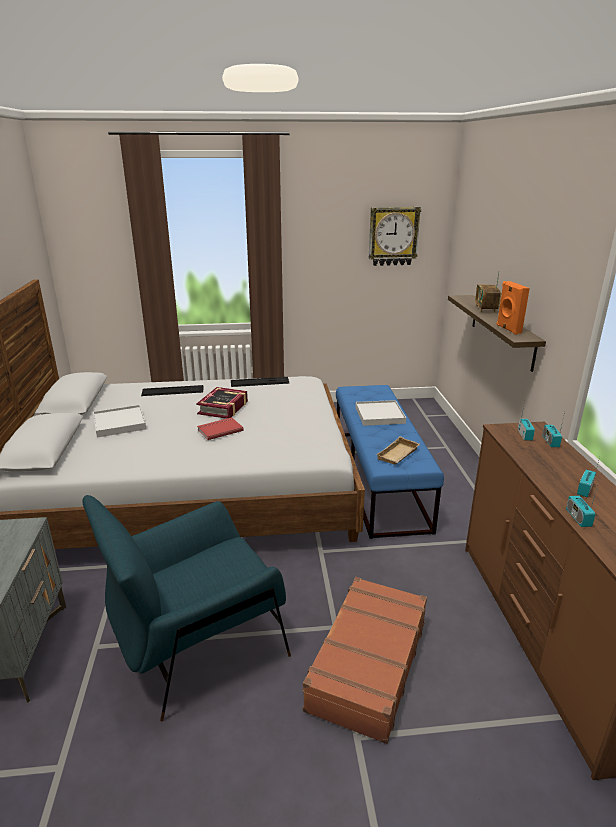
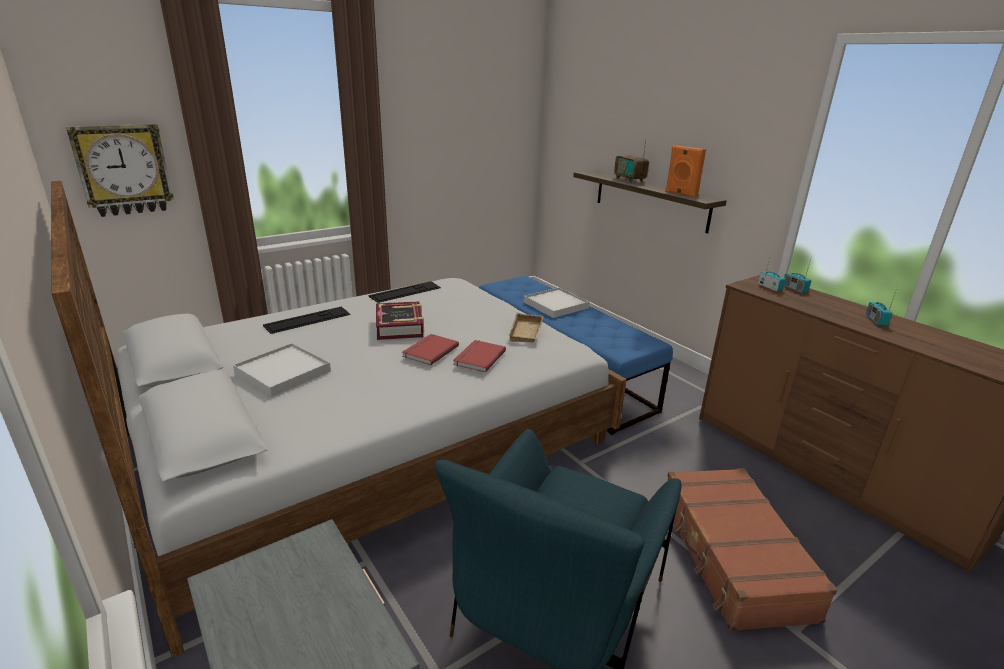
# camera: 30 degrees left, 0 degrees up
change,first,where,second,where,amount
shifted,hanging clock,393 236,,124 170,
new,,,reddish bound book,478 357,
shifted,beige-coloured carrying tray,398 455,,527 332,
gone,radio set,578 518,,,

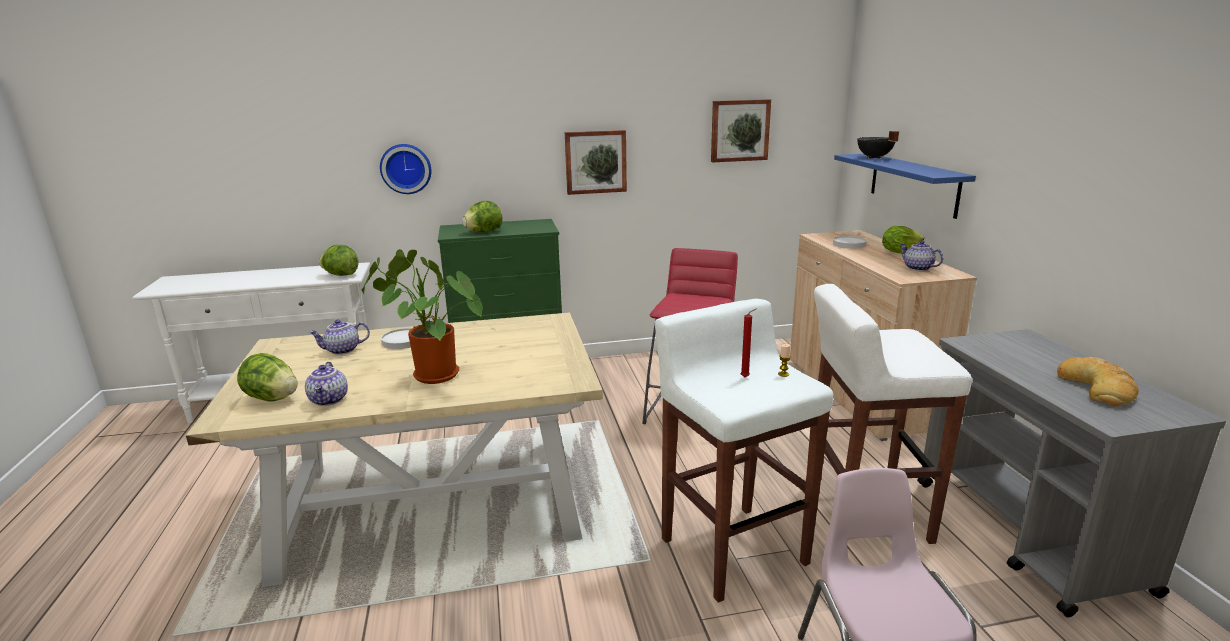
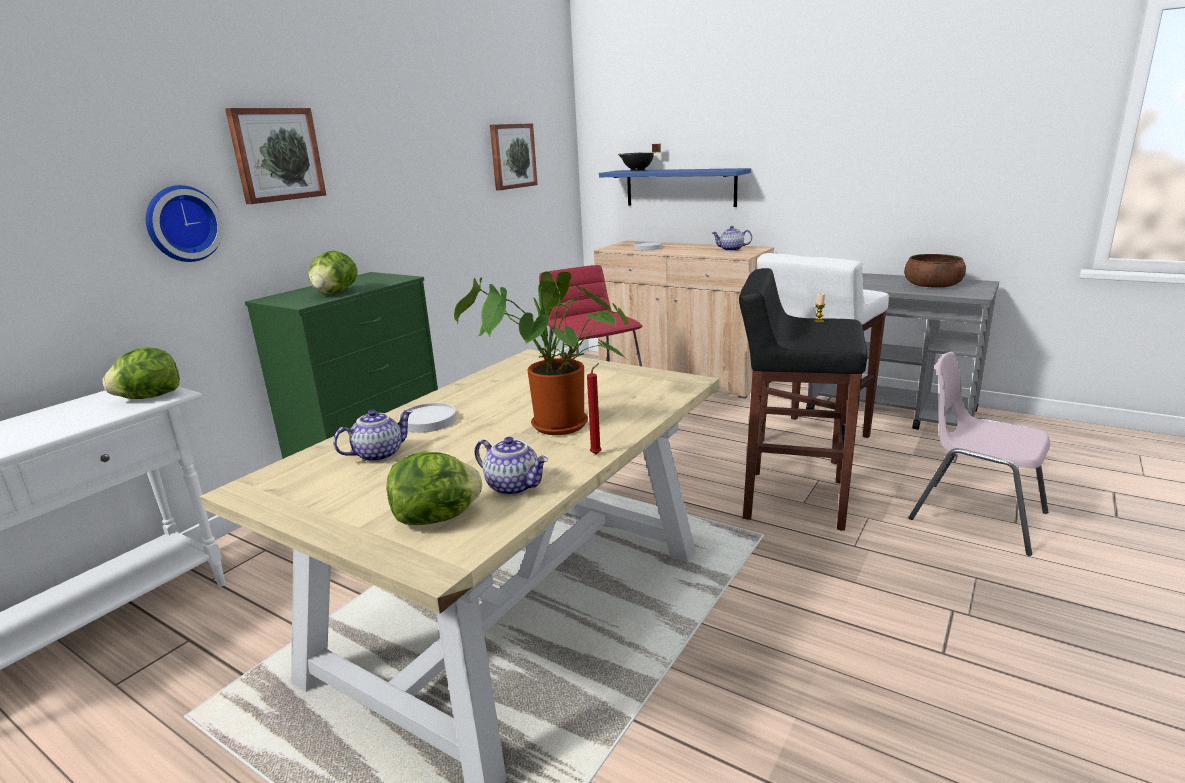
# camera: 45 degrees left, 0 degrees up
change,first,where,second,where,amount
shifted,picture,595 162,,276 155,
rotated,pot for tea,342 351,,378 454,150 degrees counterclockwise
shifted,reddish candle,746 377,,597 453,
repainted,whitish sitting stool,732 550,blackish sitting stool,792 499,
swapped,baked bread,1097 387,brown-coloured serving bowl,932 284,
gone,lettuce,899 252,,,

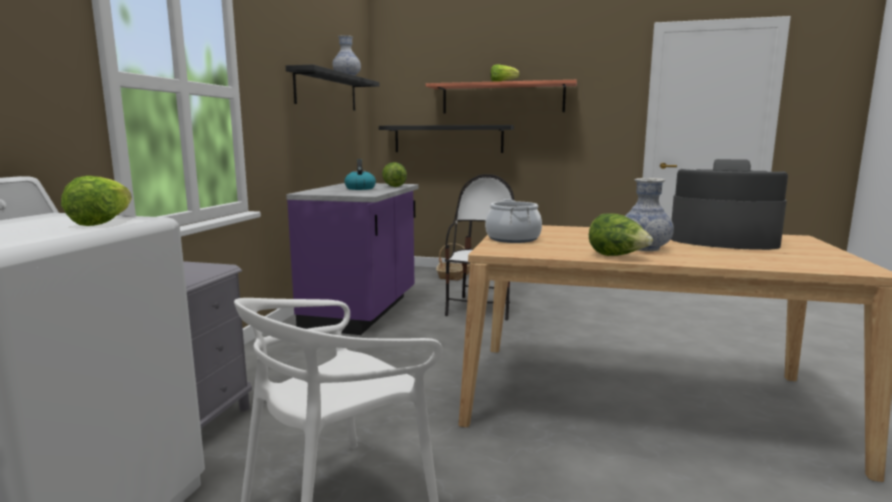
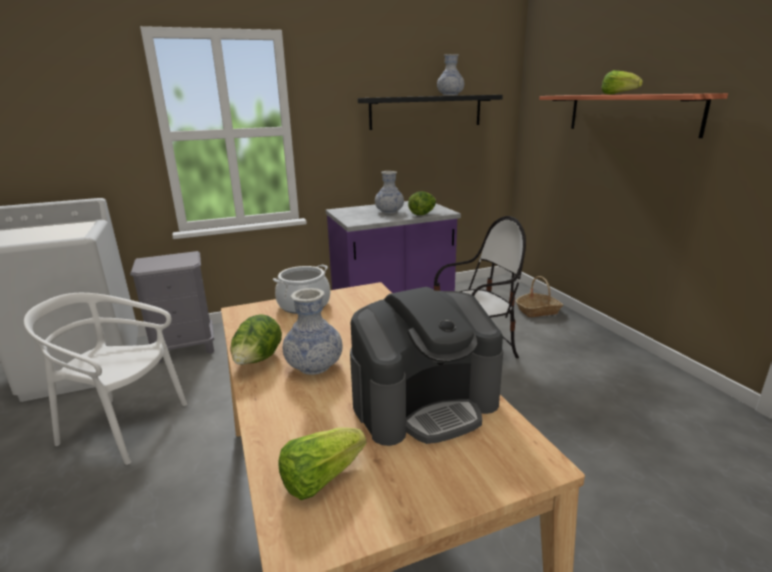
# camera: 55 degrees right, 10 degrees up
change,first,where,second,where,amount
shifted,lettuce,102 222,,321 478,
rotated,coffee brewer,722 240,,425 403,75 degrees clockwise
swapped,kettle,360 188,vase,389 212,
gone,blackish shelf,448 139,,,

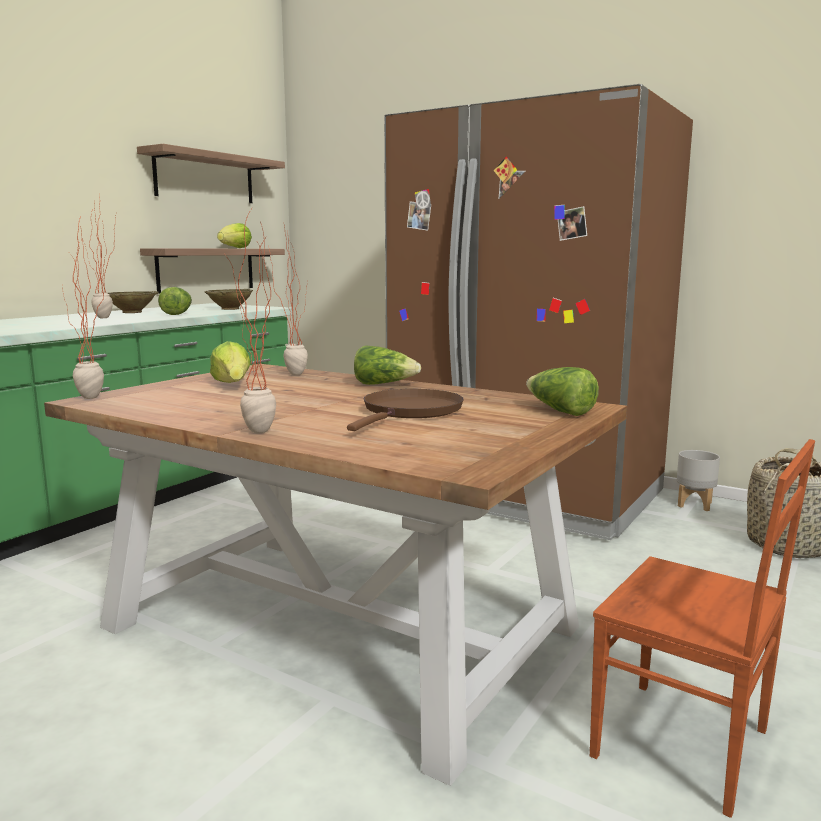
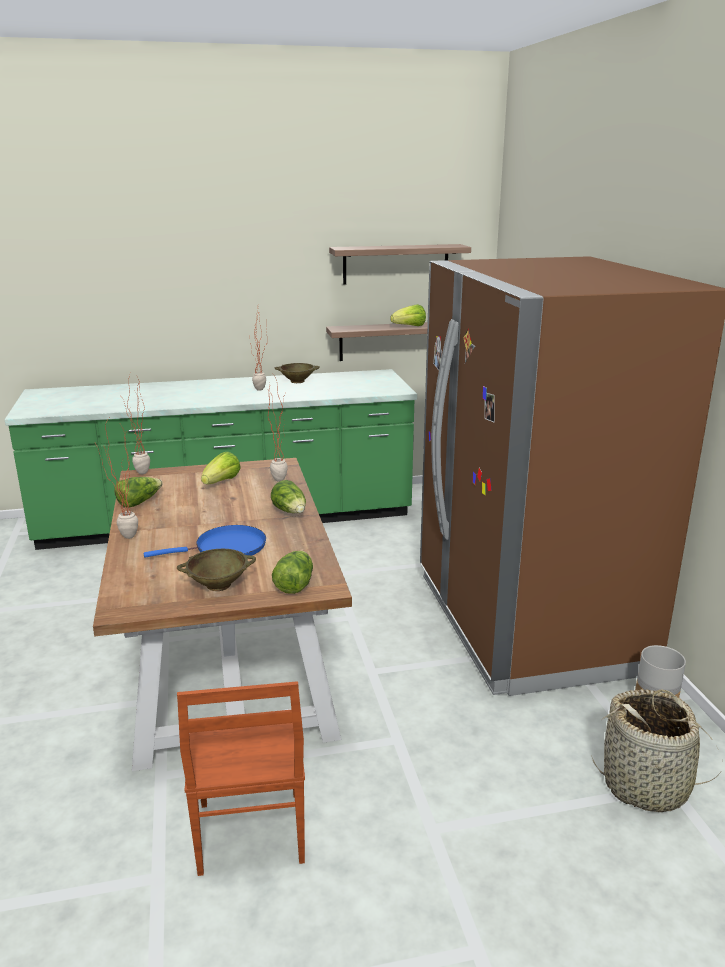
# camera: 45 degrees right, 10 degrees up
change,first,where,second,where,amount
shifted,lettuce,177 313,,139 502,
repainted,brown-coloured frying pan,410 412,bluish frying pan,226 548,
shifted,beige-coloured serving bowl,230 309,,218 585,

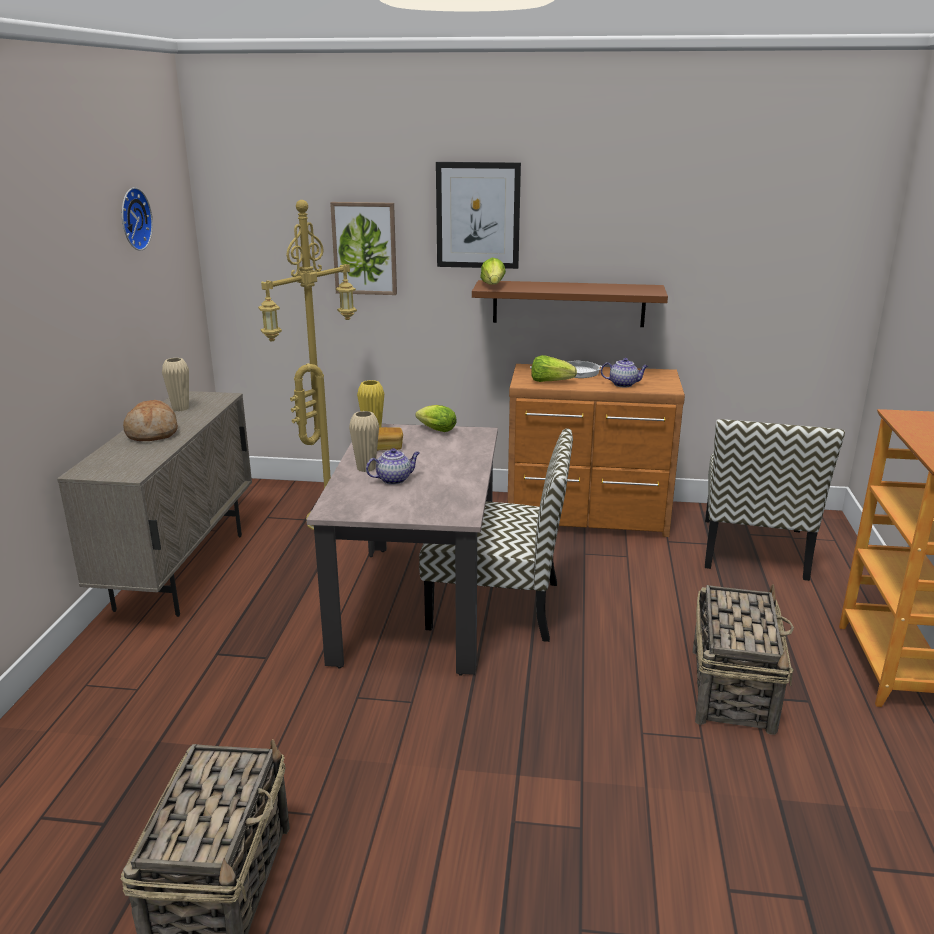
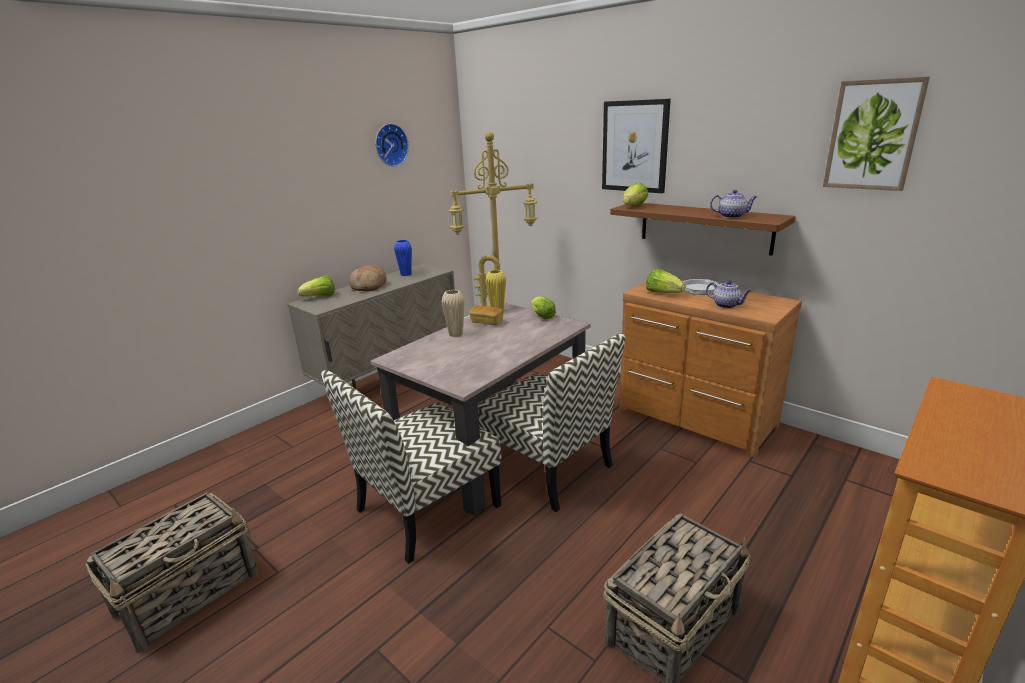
# camera: 35 degrees right, 0 degrees up
change,first,where,second,where,amount
new,,,lettuce,320 297,
shifted,plain chair,754 549,,426 509,
repainted,beige-coloured vase,180 408,bluish vase,406 274,
shifted,pot for tea,394 479,,732 216,
shifted,picture,365 248,,872 135,

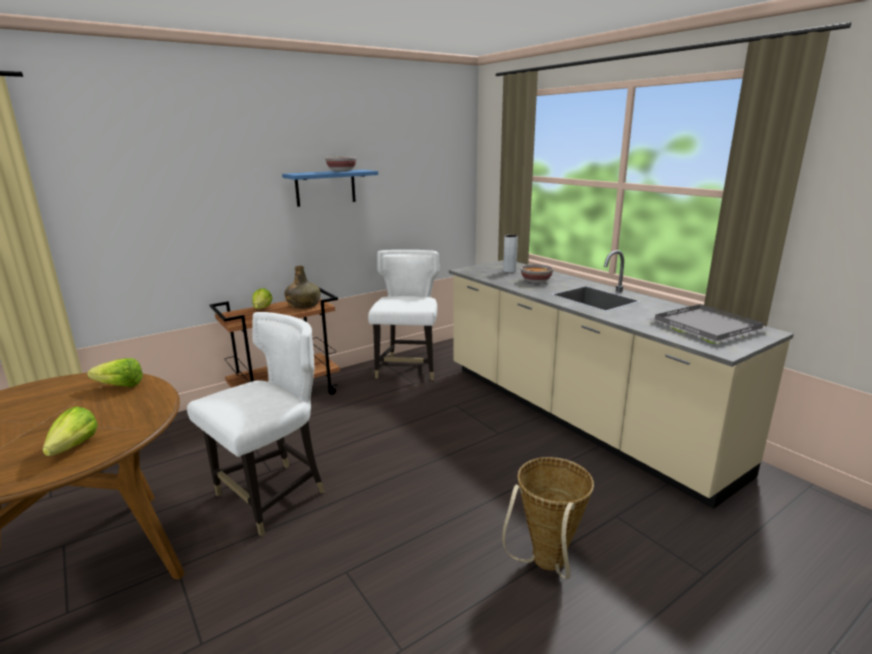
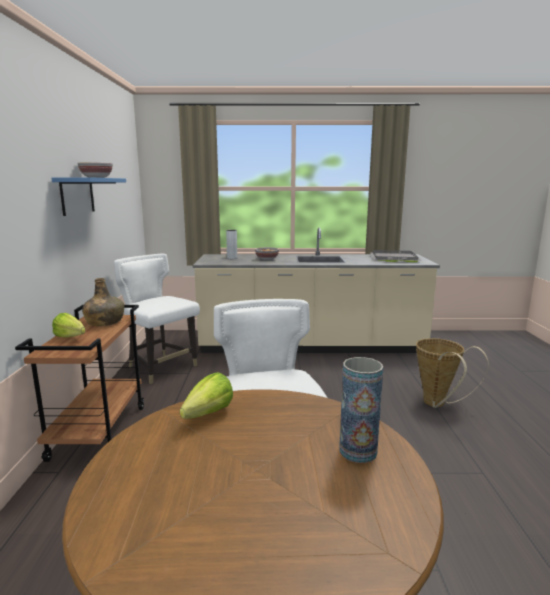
# camera: 55 degrees left, 5 degrees down
change,first,where,second,where,amount
swapped,lettuce,69 450,vase,358 451,

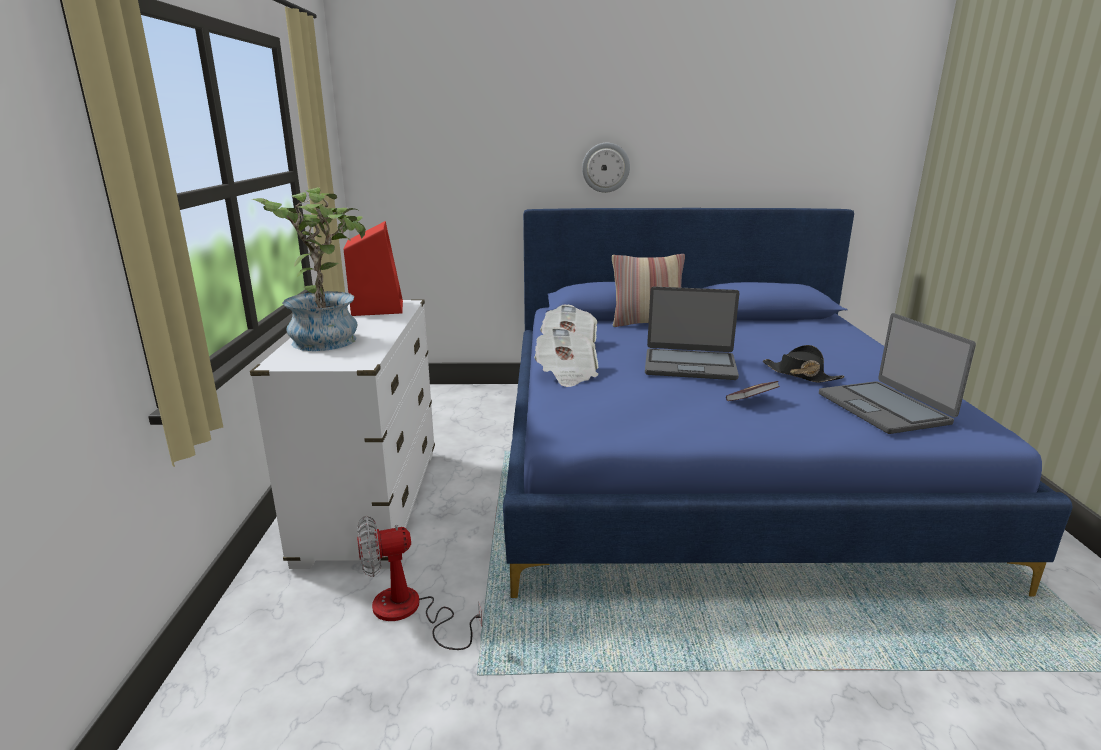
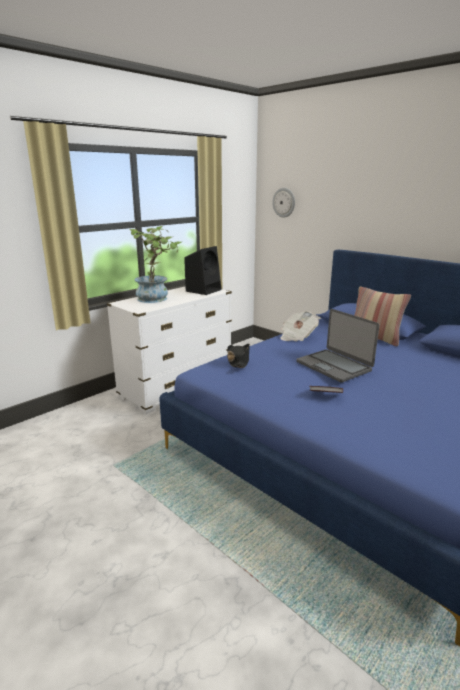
# camera: 45 degrees right, 0 degrees up
change,first,where,second,where,amount
repainted,reddish loudspeaker,377 307,blackish loudspeaker,204 290,
shifted,blackish hat,800 374,,238 361,
shifted,hanging clock,605 167,,284 202,
gone,electric fan,409 612,,,
gone,daily paper,566 374,,,
gone,laptop,884 408,,,

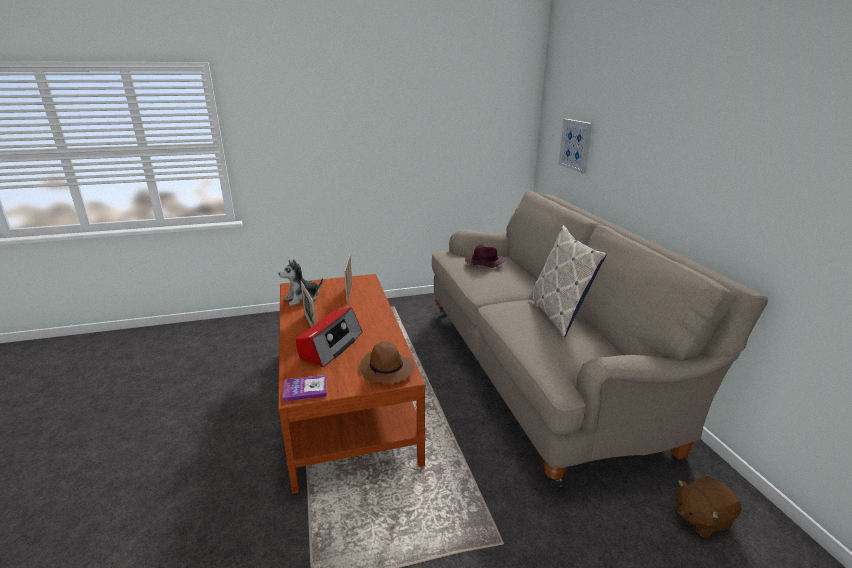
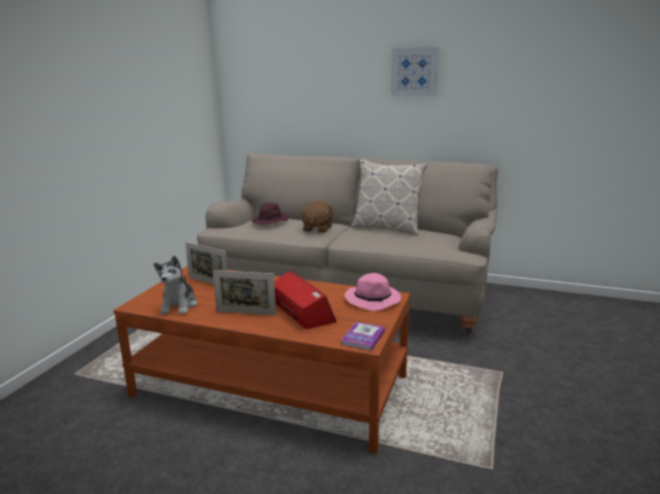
# camera: 55 degrees left, 5 degrees down
change,first,where,second,where,amount
shifted,brown-coloured plush toy,701 518,,317 228,
repainted,brown-coloured hat,387 369,pink-coloured hat,373 300,
shifted,picture,575 145,,414 72,

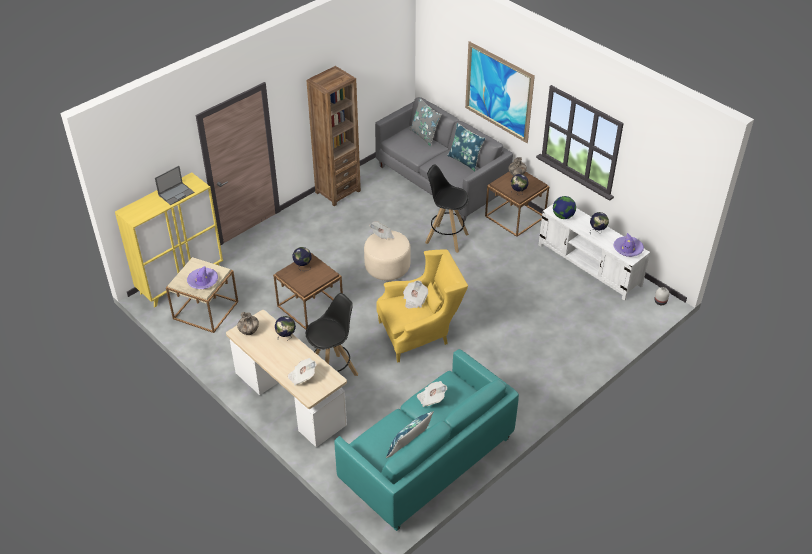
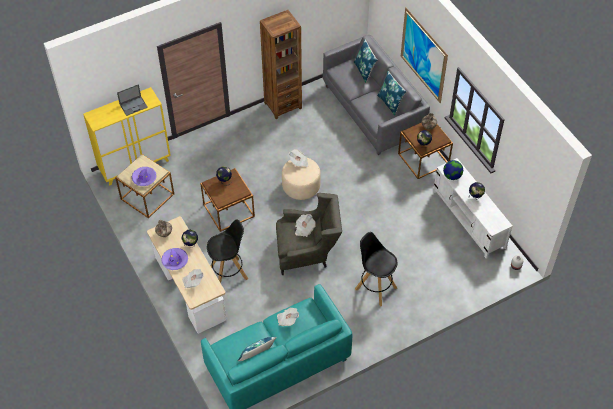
# camera: 15 degrees right, 10 degrees up
change,first,where,second,where,amount
shifted,purple hat,628 249,,175 261,
repainted,yellow lounge chair,420 333,gray lounge chair,307 253,
repainted,gray cushion,424 135,bluish cushion,364 70,
shifted,blackish sitting stool,446 238,,375 288,

